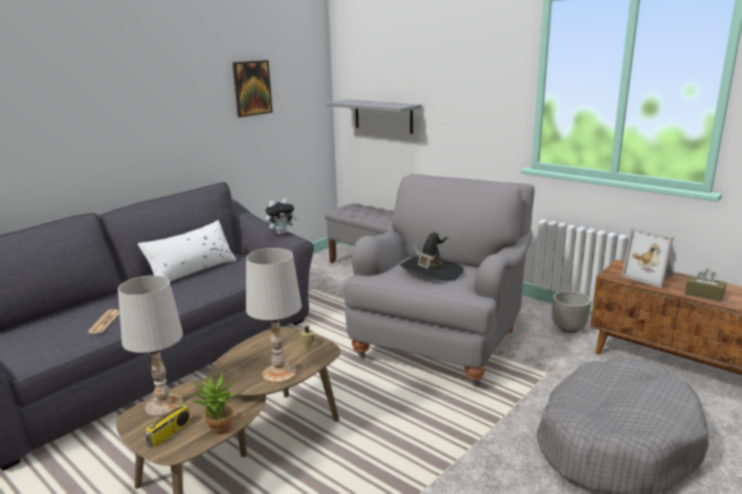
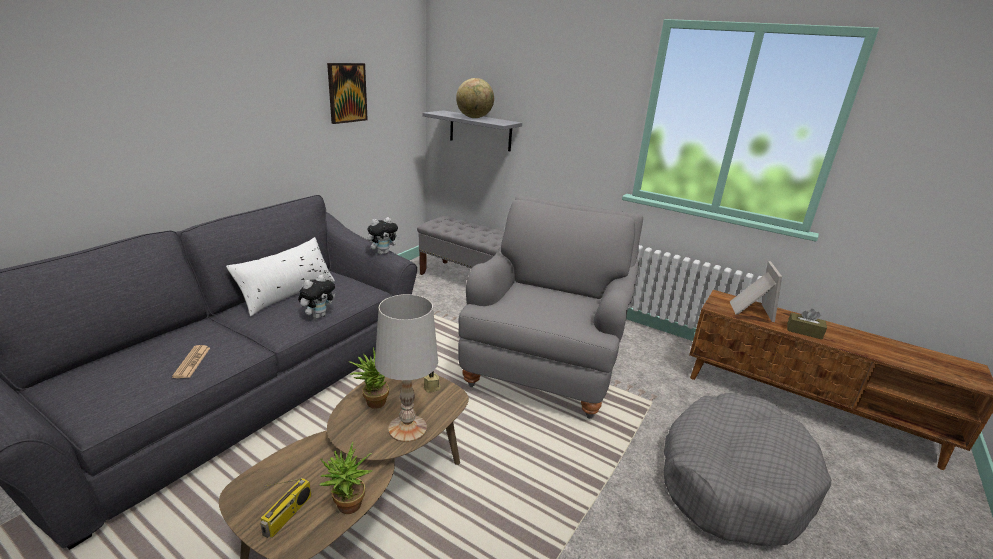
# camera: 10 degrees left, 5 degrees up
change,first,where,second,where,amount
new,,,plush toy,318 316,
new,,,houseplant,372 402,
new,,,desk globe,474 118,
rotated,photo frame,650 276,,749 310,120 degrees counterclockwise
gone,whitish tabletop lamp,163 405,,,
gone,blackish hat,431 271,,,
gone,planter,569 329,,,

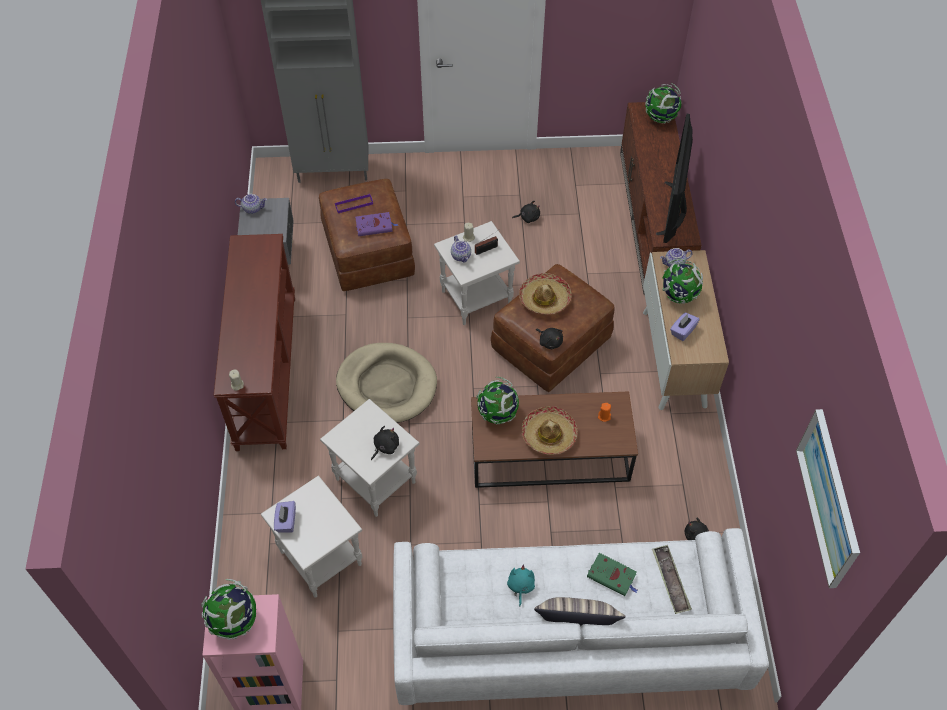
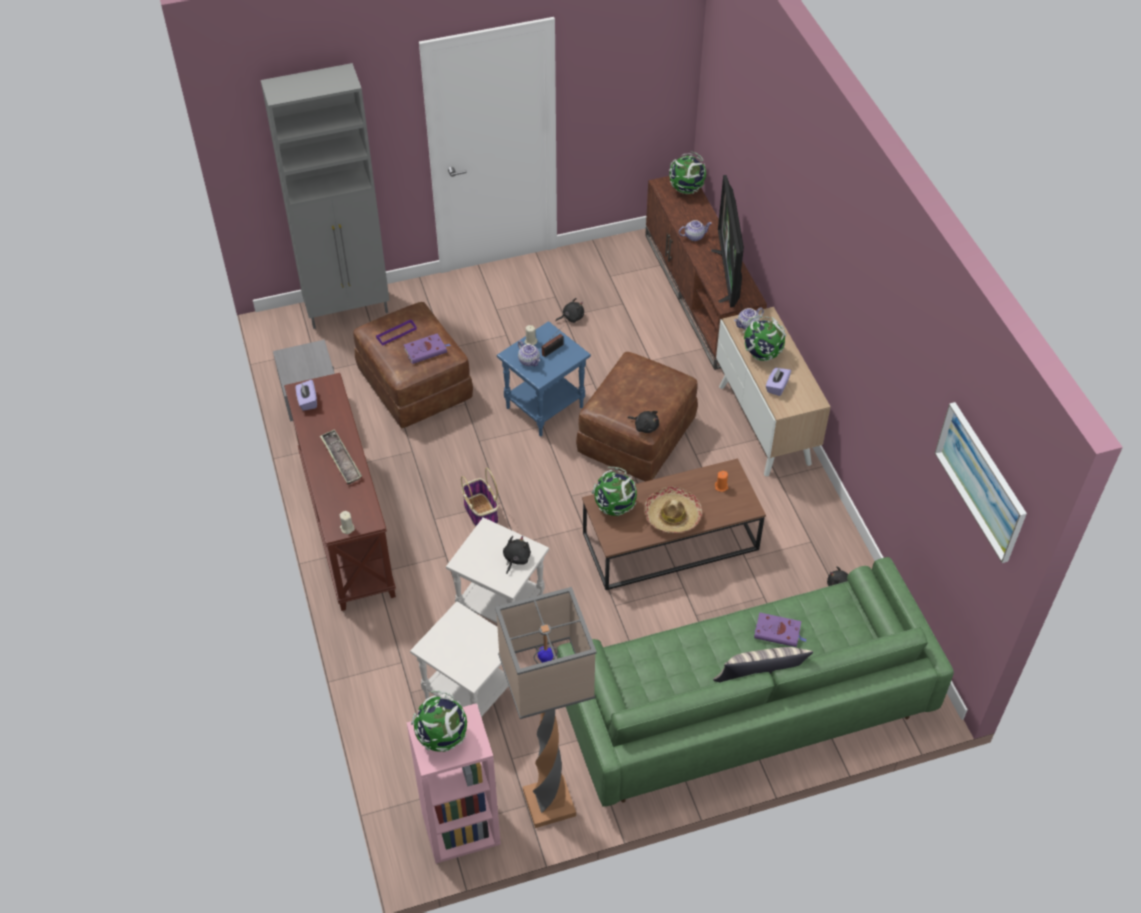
# camera: 15 degrees left, 5 degrees down
change,first,where,second,where,amount
shifted,purple tissue box,286 521,,307 401,
shifted,carrying tray,670 581,,341 459,
swapped,beige-coloured pet bed,387 385,basket,480 512,
new,,,standing lamp,548 805,
repainted,whitish end table,476 297,bluish end table,544 406,
repainted,whitish sofa,568 634,green sofa,744 706,
shifted,pot for tea,253 208,,694 236,
repainted,green bound book,612 576,purple bound book,778 632,
gone,turquoise-coloured plush toy,520 586,,,
gone,hat,544 299,,,

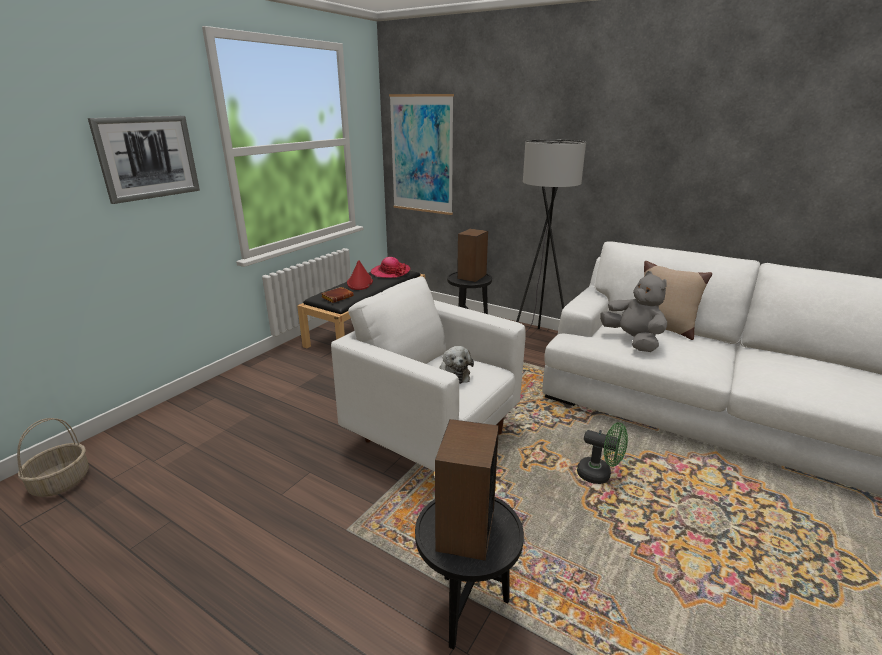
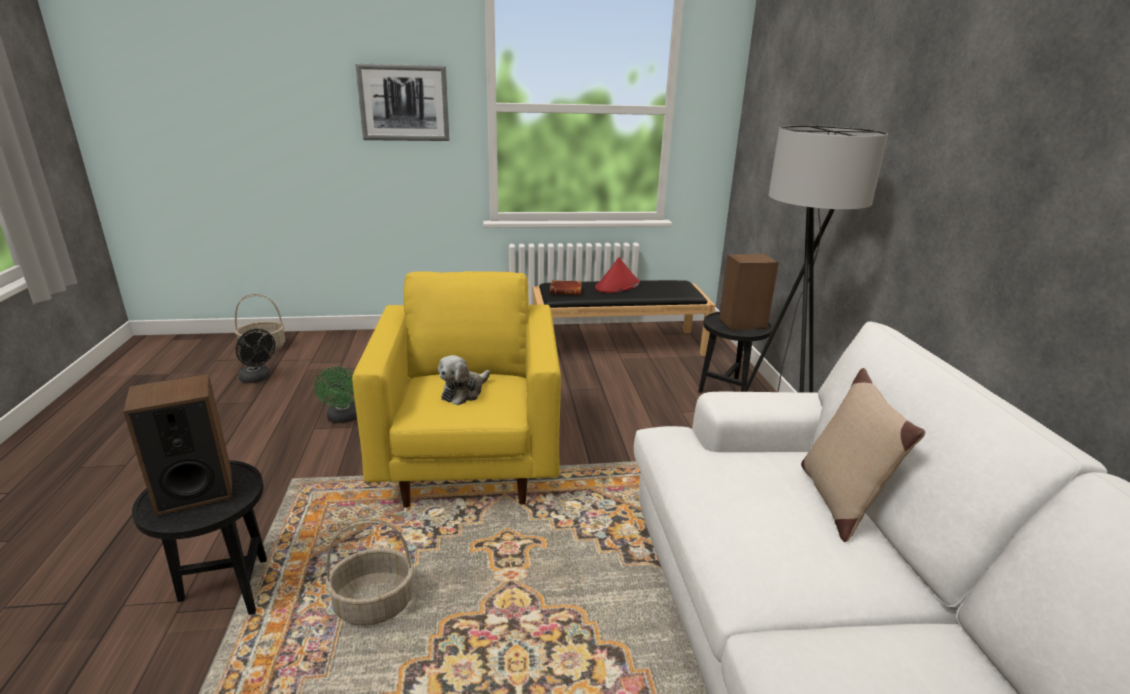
# camera: 50 degrees right, 0 degrees up
change,first,where,second,where,amount
new,,,blackish electric fan,258 379,
shifted,green electric fan,599 475,,343 418,
new,,,basket,375 603,
repainted,whitish lounge chair,433 436,yellow lounge chair,470 464,
gone,hat,390 272,,,
gone,picture,422 155,,,
gone,gray plush toy,632 341,,,

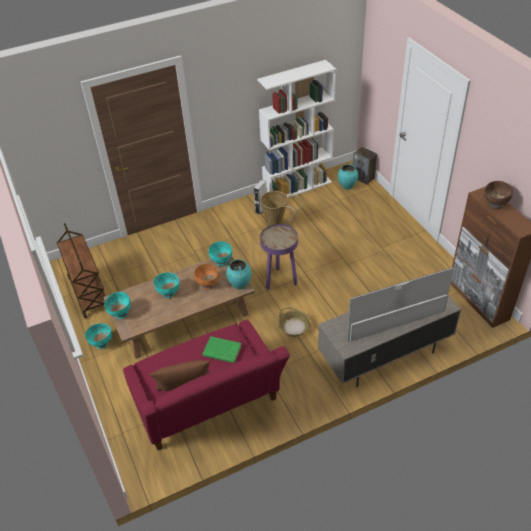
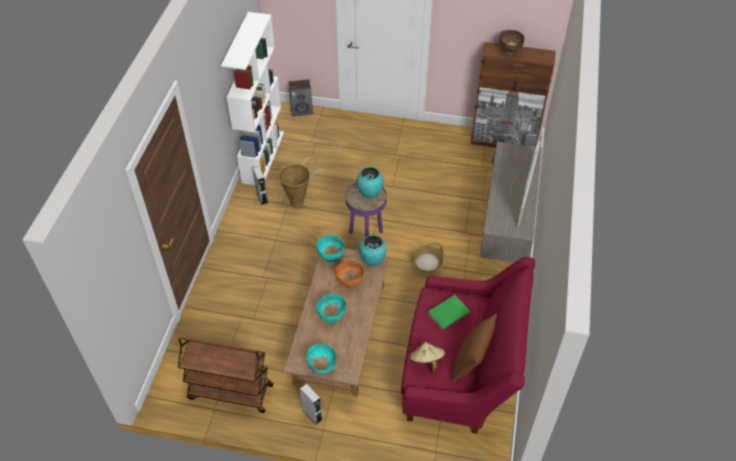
# camera: 55 degrees left, 5 degrees up
change,first,where,second,where,amount
swapped,turquoise-coloured serving bowl,102 344,gray loudspeaker,312 415,
shifted,turquoise-coloured vase,347 186,,370 194,
new,,,beige-coloured hat,426 361,

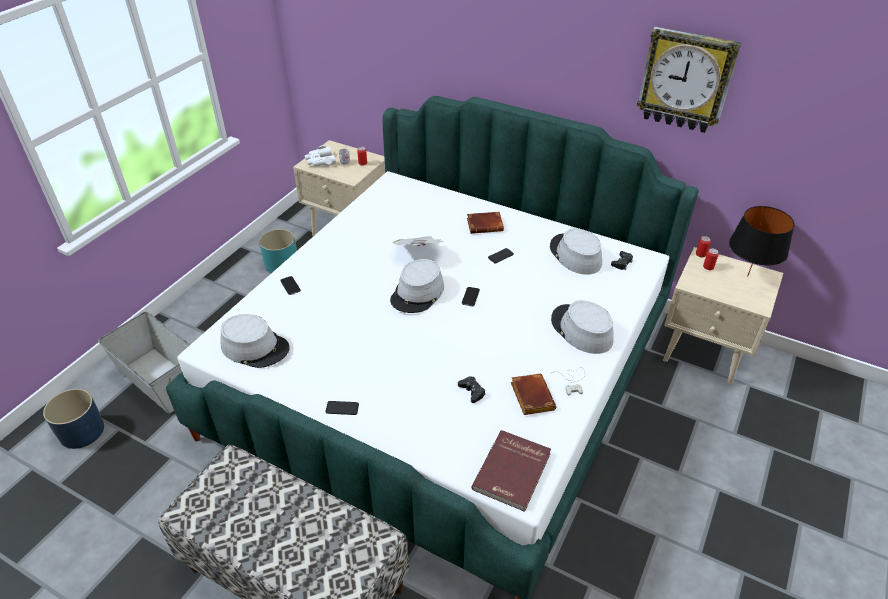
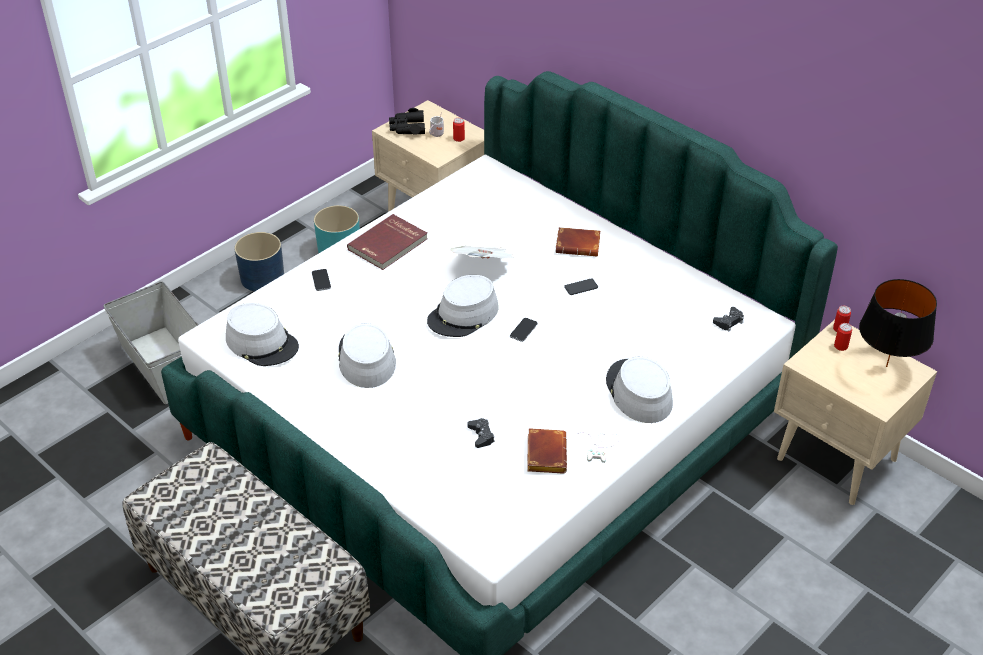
# camera: 15 degrees right, 0 degrees up
change,first,where,second,where,amount
shifted,bluish planter,82 431,,262 277,
shifted,gray hat,575 255,,366 358,
shifted,reddish bound book,513 472,,389 244,
repainted,whitish field glasses,320 161,blackish field glasses,407 127,
gone,handset,342 408,,,
gone,hanging clock,686 80,,,

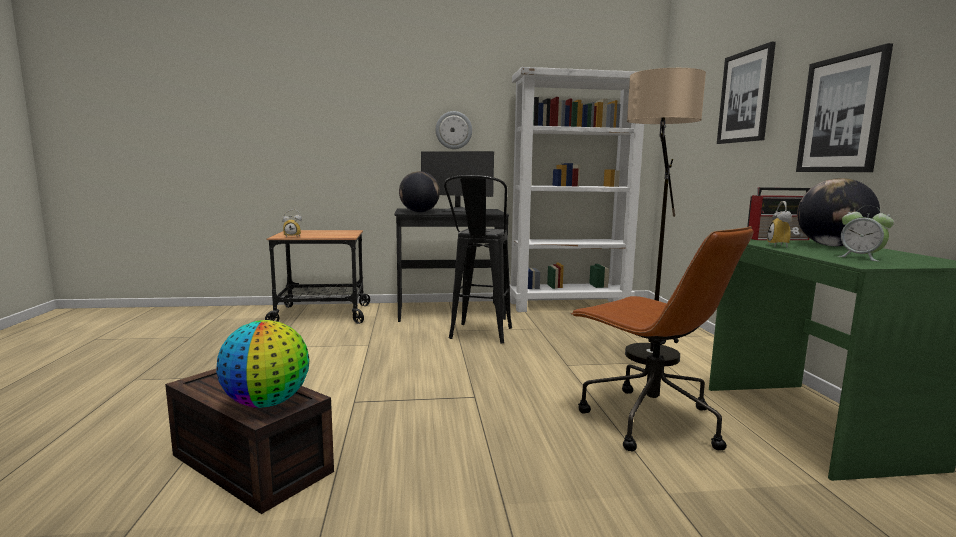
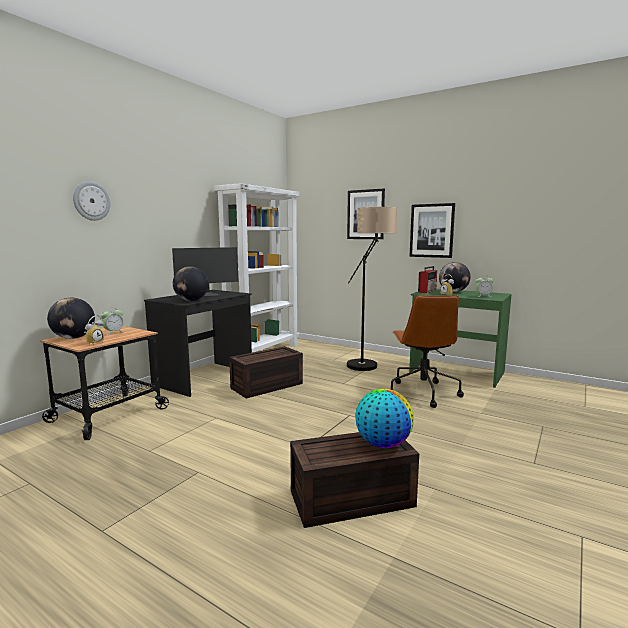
# camera: 50 degrees left, 0 degrees up
change,first,where,second,where,amount
new,,,desk globe,73 338,
shifted,hanging clock,453 130,,91 201,
new,,,table clock,113 333,
swapped,blackish sitting stool,478 337,brown-coloured storage box,266 386,
rotated,brown-coloured computer chair,648 420,,422 392,90 degrees clockwise

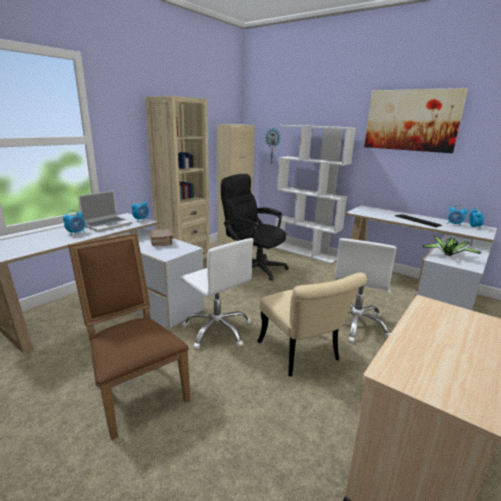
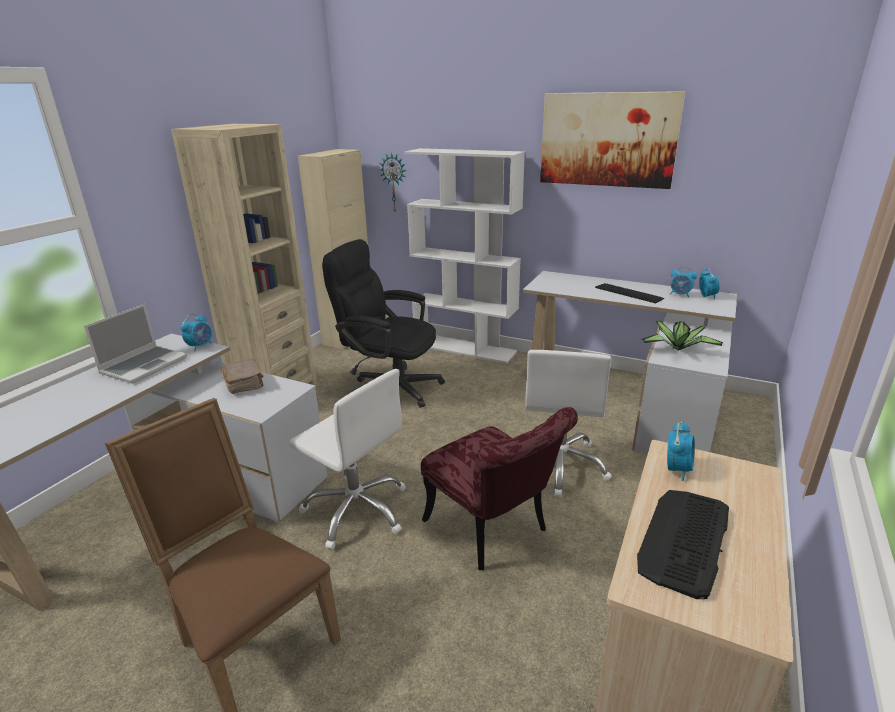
# camera: 10 degrees left, 5 degrees up
change,first,where,second,where,amount
repainted,beige-coloured plain chair,303 355,reddish plain chair,493 531,
new,,,keyboard,684 540,
shifted,table clock,76 233,,677 469,

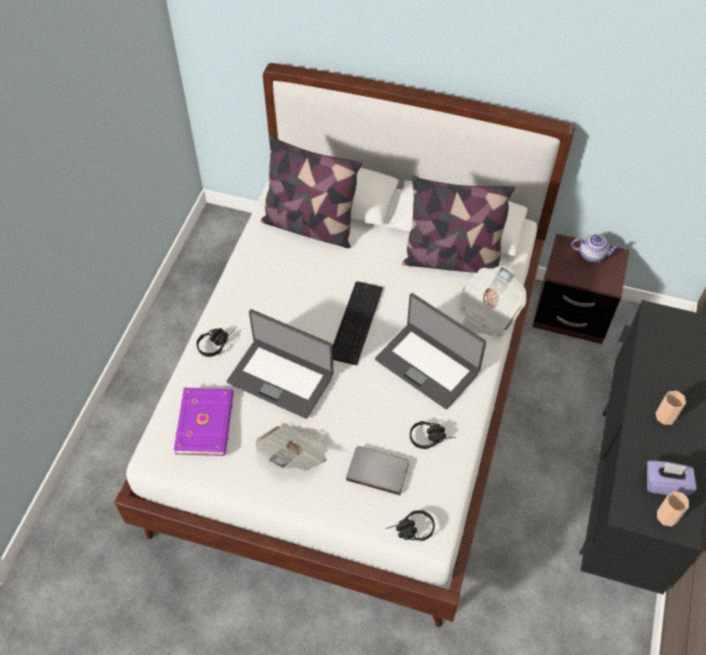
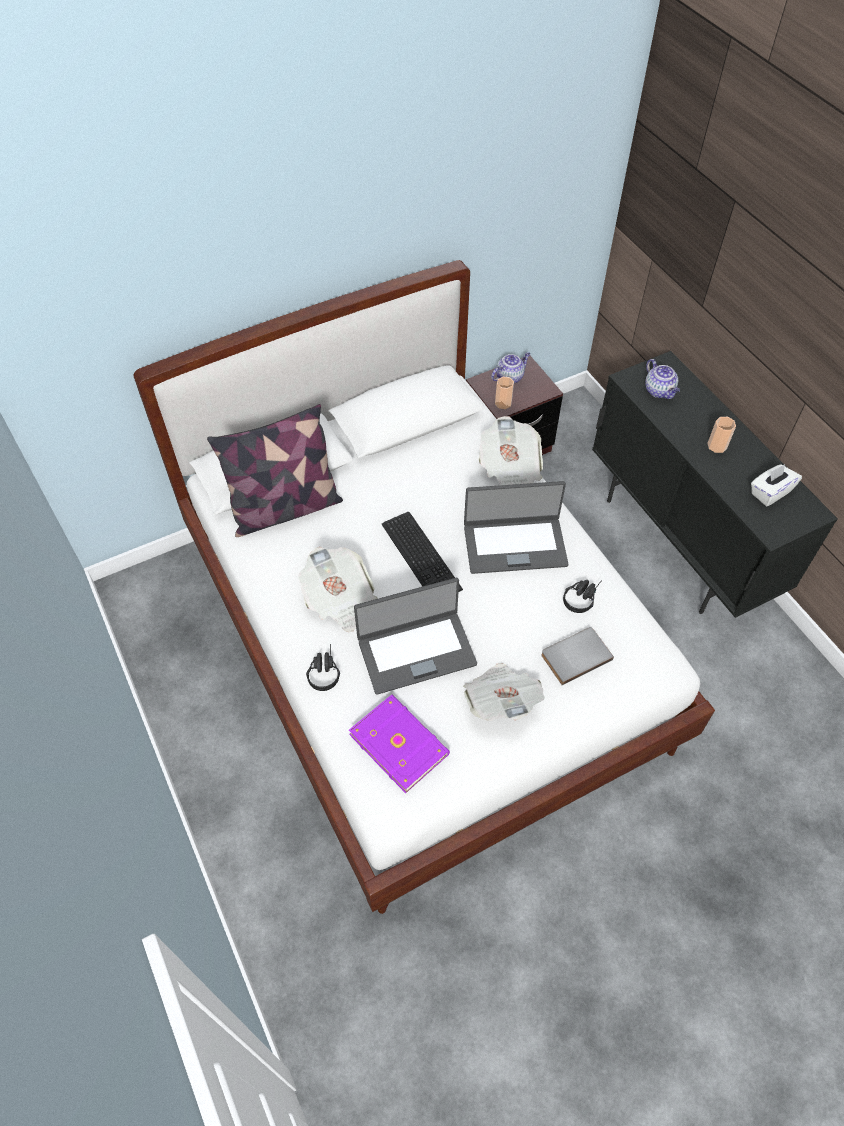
# camera: 45 degrees left, 0 degrees up
change,first,where,second,where,amount
new,,,daily paper,340 600,
shifted,small cup,667 516,,503 403,
new,,,pot for tea,659 391,
repainted,purple tissue box,665 484,whitish tissue box,770 492,
gone,blackish pair of headphones,410 531,,,
gone,cushion,452 259,,,

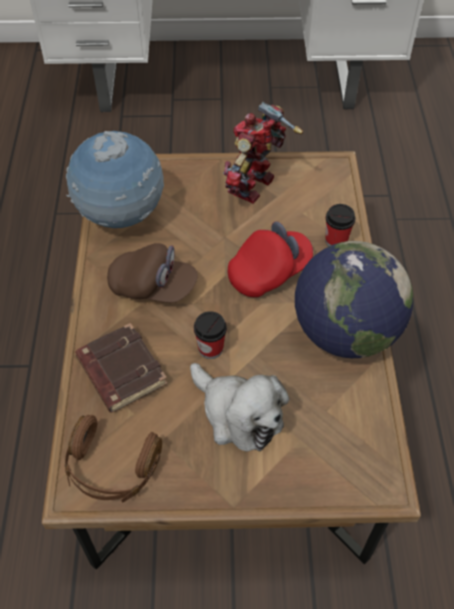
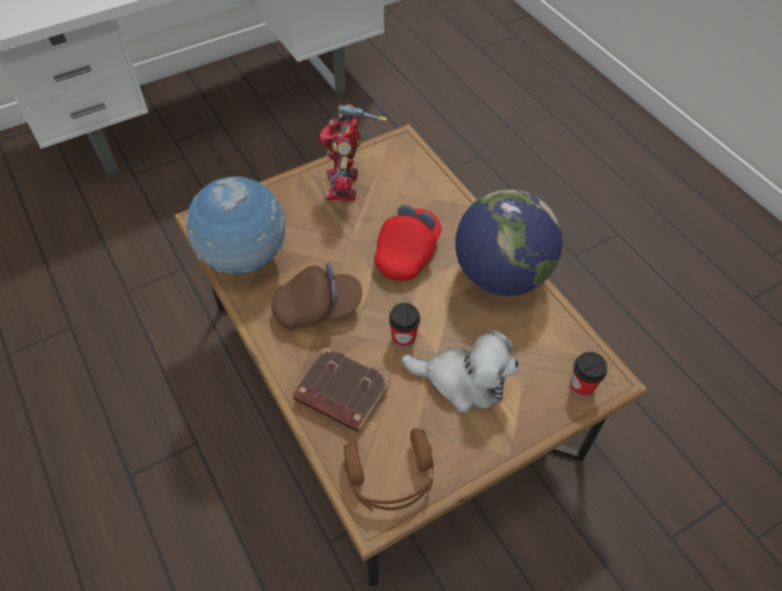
# camera: 30 degrees left, 0 degrees up
change,first,where,second,where,amount
shifted,small cup,336 241,,581 386,

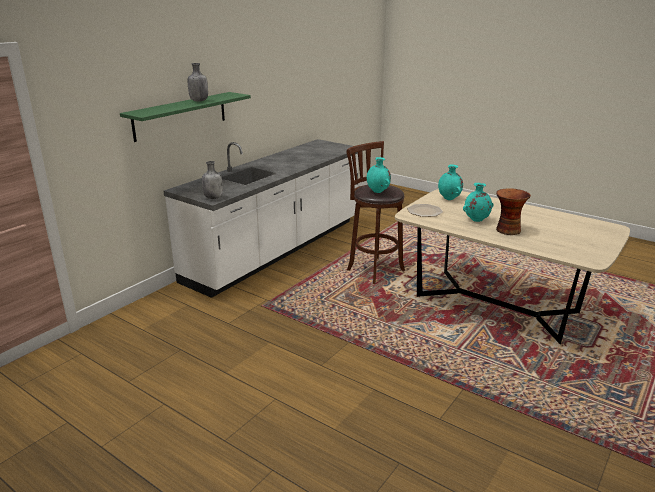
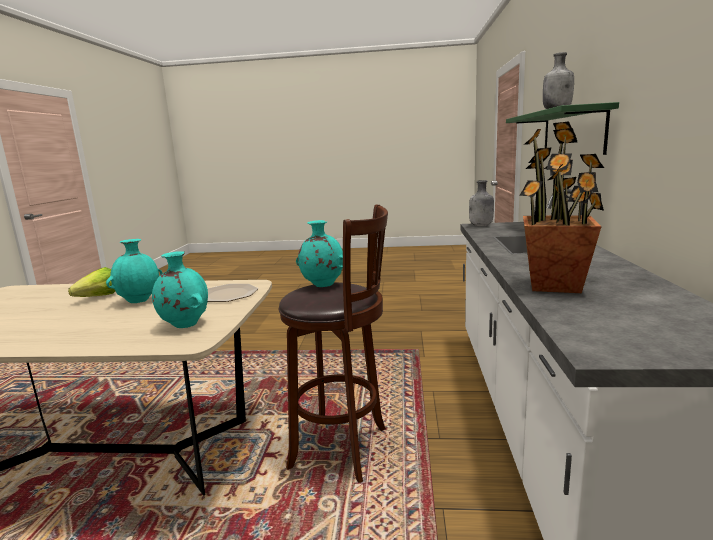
# camera: 150 degrees right, 10 degrees down
change,first,where,second,where,amount
swapped,vase,507 230,lettuce,94 298,
new,,,houseplant,555 286,

